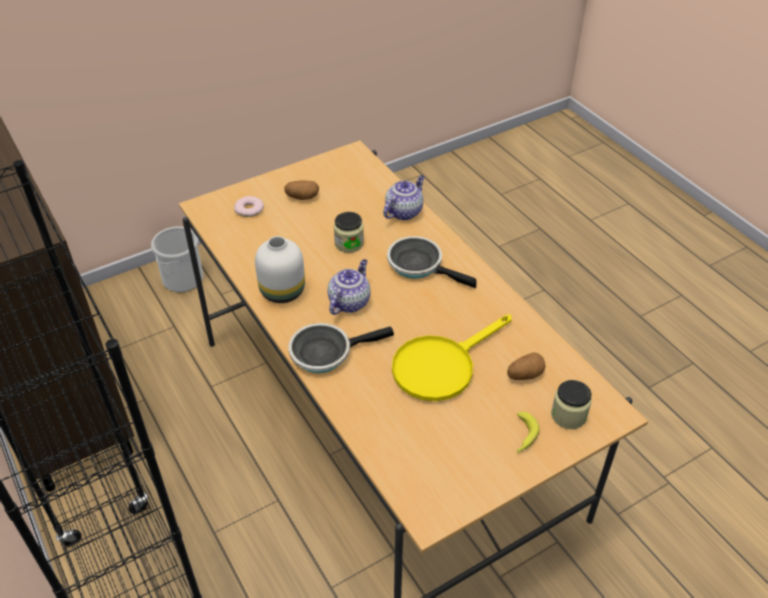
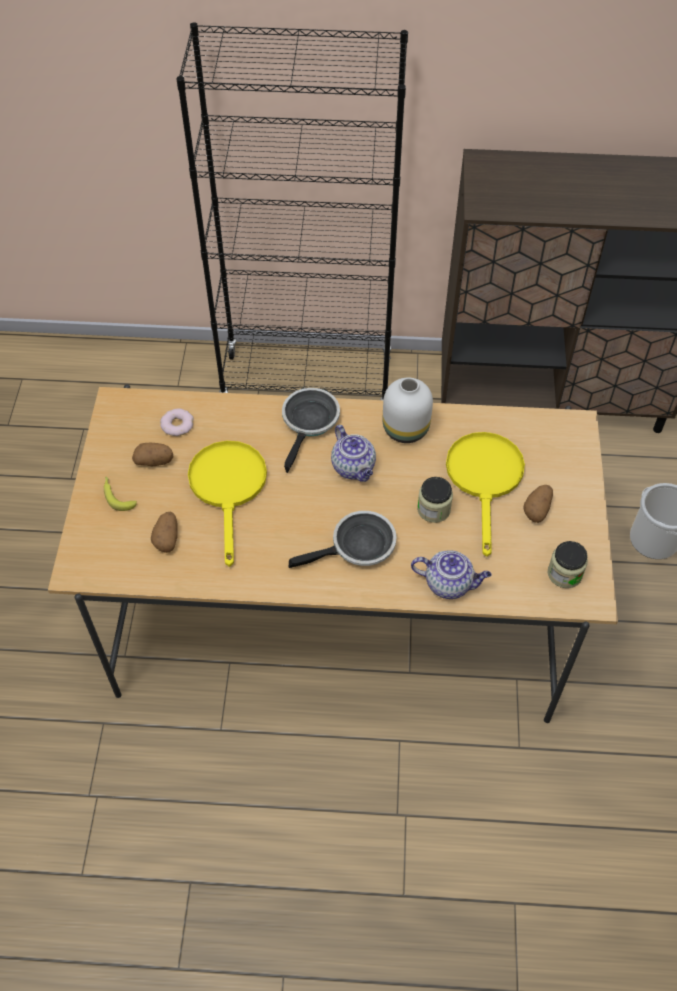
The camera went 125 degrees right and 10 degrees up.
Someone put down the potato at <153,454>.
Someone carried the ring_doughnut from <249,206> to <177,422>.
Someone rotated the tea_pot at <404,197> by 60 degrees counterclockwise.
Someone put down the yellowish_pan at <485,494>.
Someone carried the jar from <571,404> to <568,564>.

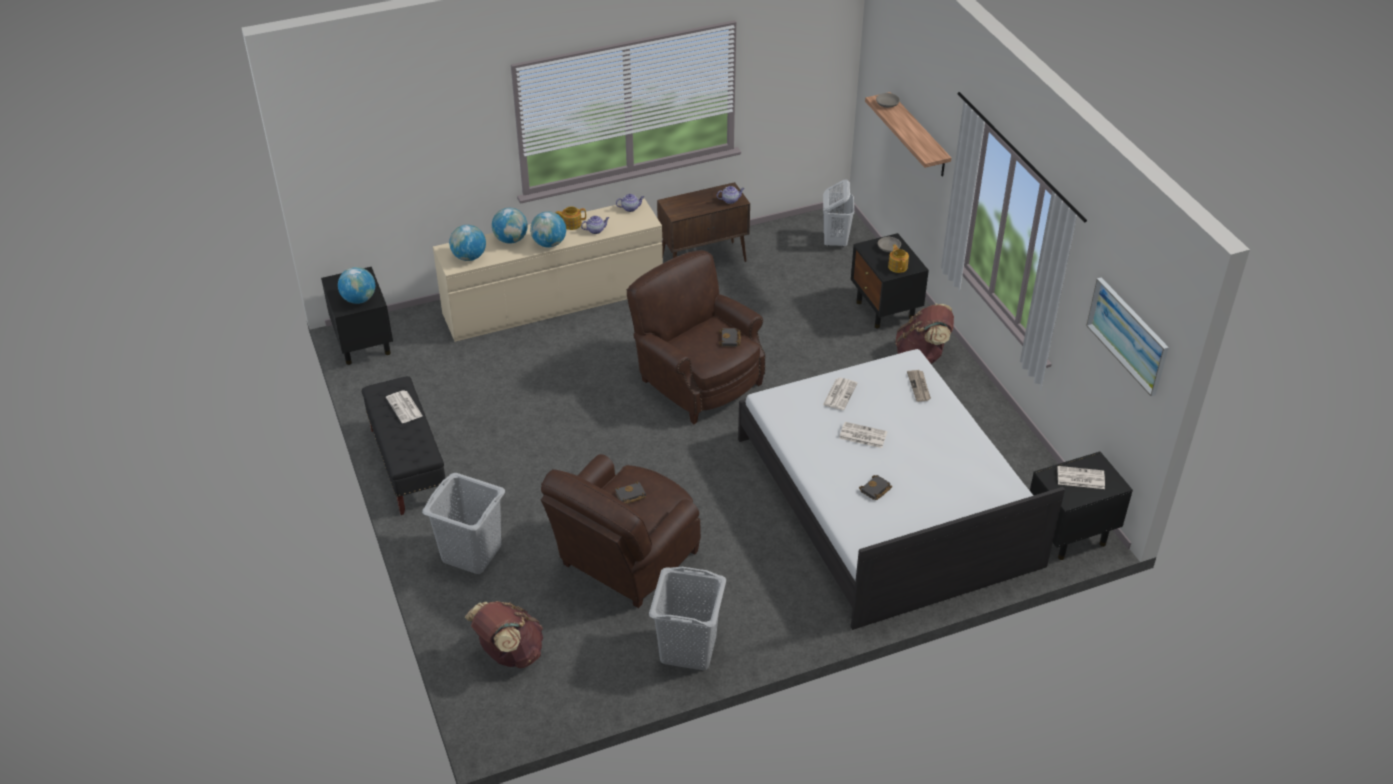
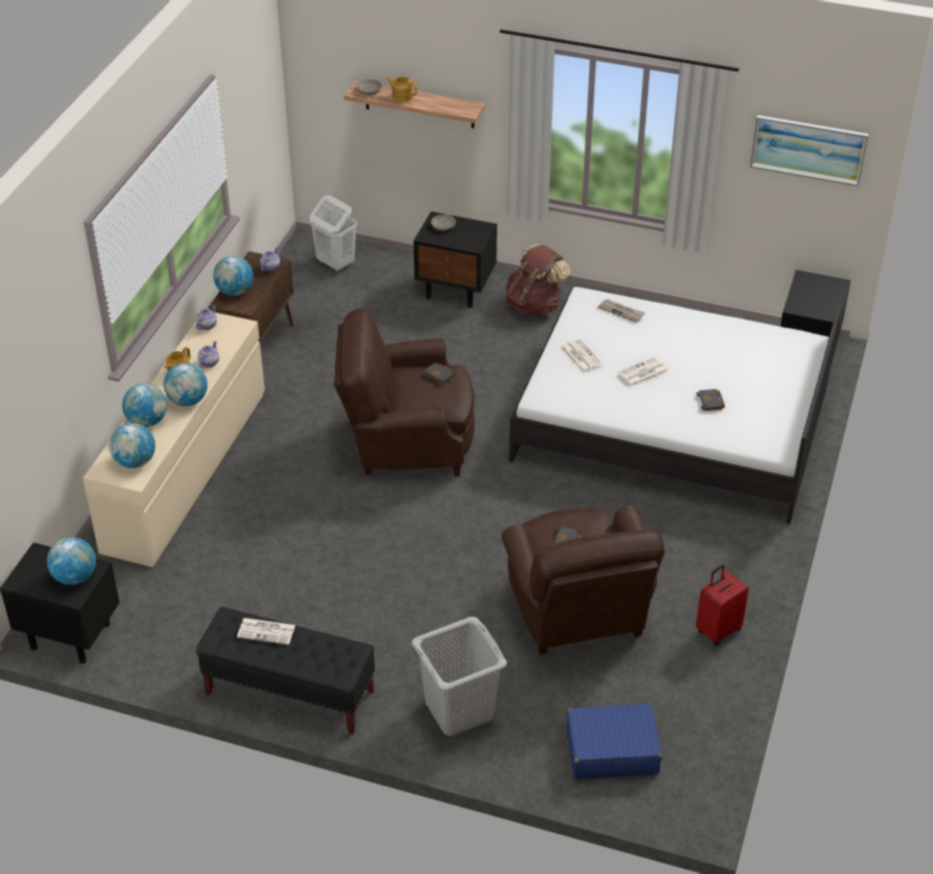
The camera went 50 degrees left and 0 degrees up.
Someone put down the world_globe at <233,276>.
Someone carried the tea_pot from <898,259> to <402,89>.
Someone swapped the brown-coloured_backpack at <504,634> for the blue_travel_case at <614,741>.
Someone swapped the grey_hamper at <687,618> for the reddish_travel_case at <722,605>.
Someone took away the printed_paper at <1081,477>.

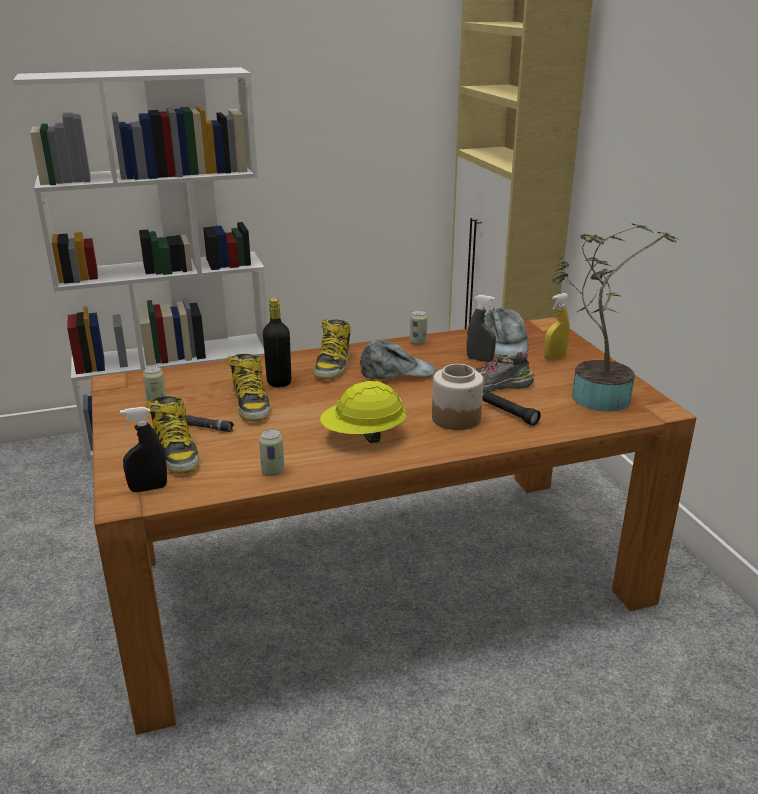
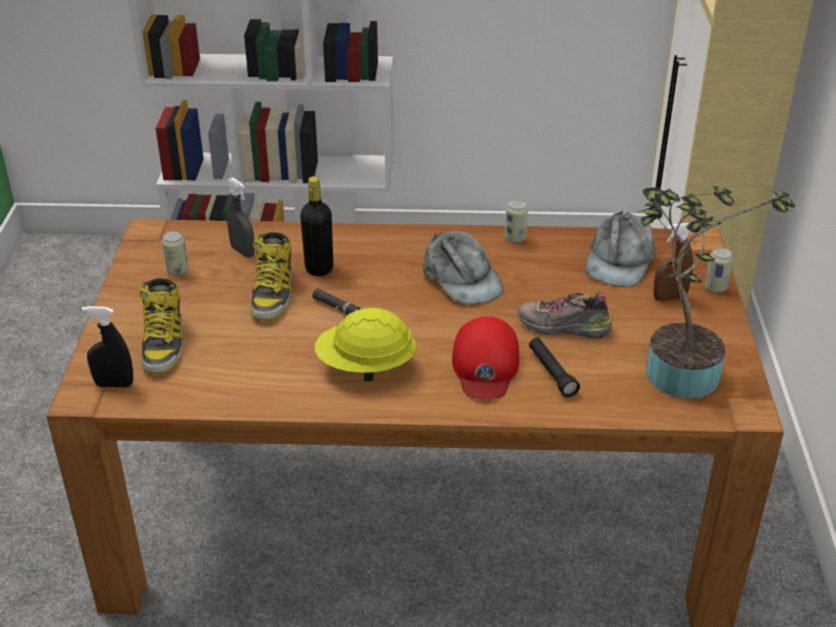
The camera went 20 degrees right and 10 degrees up.
Someone carried the grey_hand_sprayer from <481,328> to <241,217>.
Someone carried the blackish_flashlight from <210,423> to <336,301>.
Someone rotated the grey_peaked_cap at <398,359> by 45 degrees clockwise.
Someone swapped the jar at <457,397> for the reddish_peaked_cap at <485,358>.
Someone repainted the yellowish_hand_sprayer at <557,326>, which became the brown-coloured_hand_sprayer at <673,262>.
Someone carried the sealed_can from <272,452> to <718,270>.
Someone took away the high-top_boot at <332,349>.

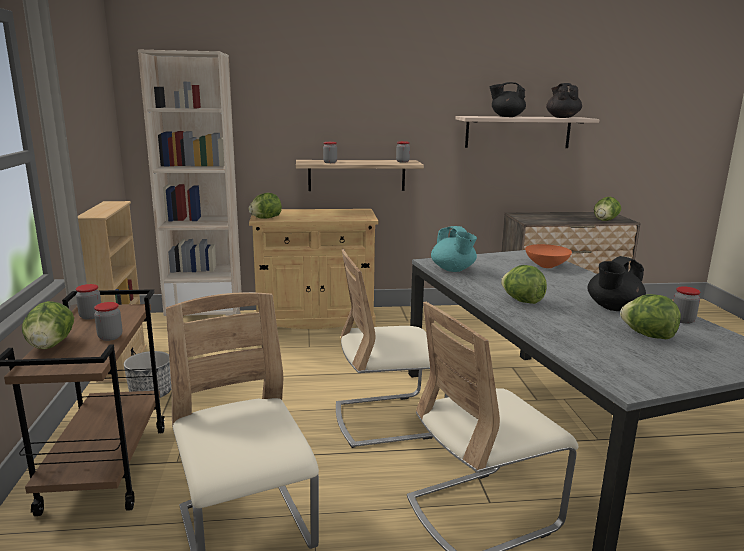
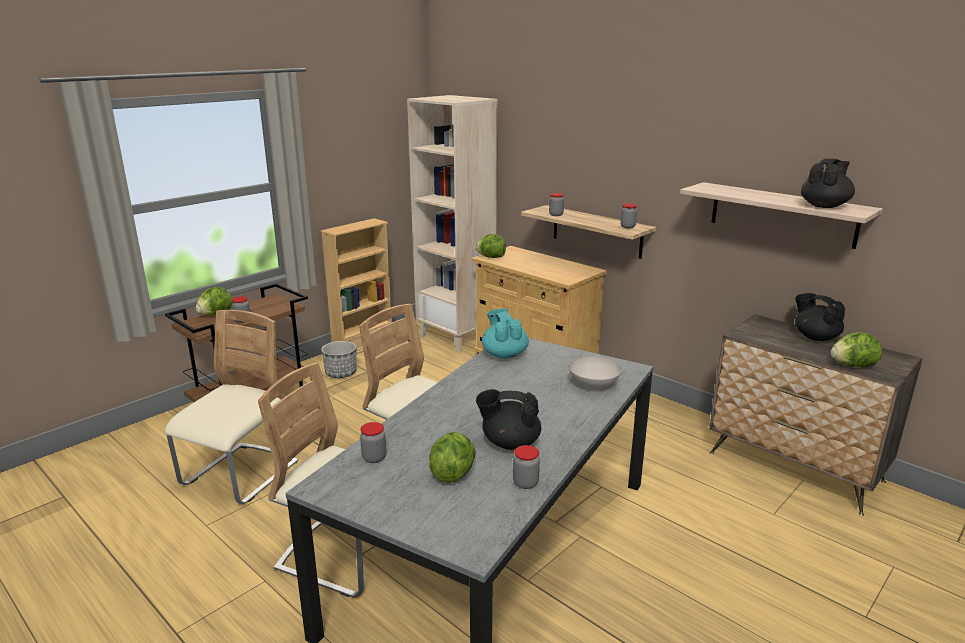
The camera went 50 degrees right and 5 degrees up.
Someone carried the jar from <88,302> to <373,442>.
Someone rotated the turquoise-coloured_tea_pot at <454,249> by 135 degrees clockwise.
Someone repainted the orange-coloured_serving_bowl at <548,256>, which became the white-coloured_serving_bowl at <595,372>.
Someone carried the blackish_tea_pot from <508,99> to <820,317>.
Someone took away the head_of_lettuce at <524,284>.

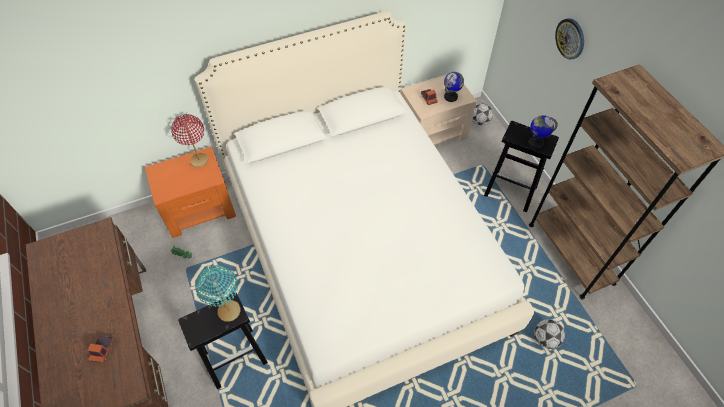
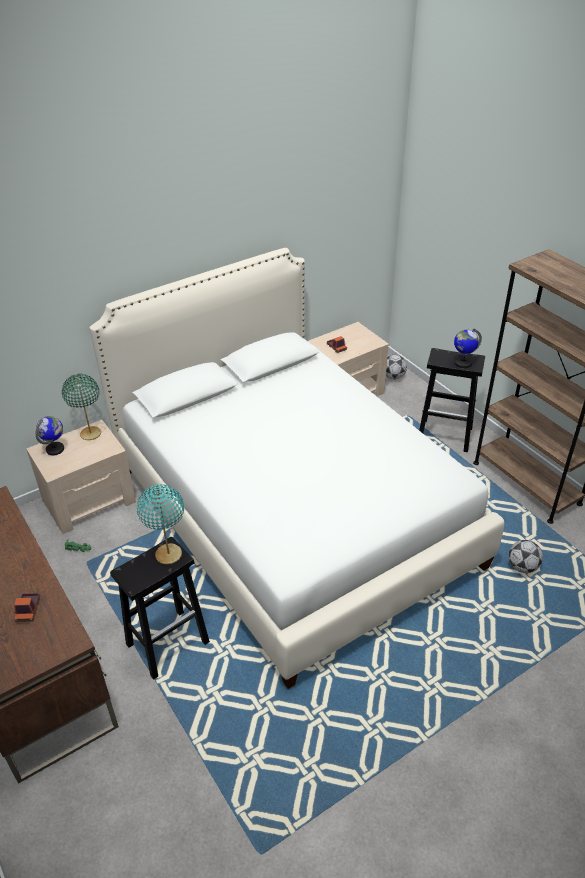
The camera went 10 degrees left and 15 degrees down.
Someone repainted the orange-coloured_nightstand at <190,192>, which became the beige-coloured_nightstand at <81,477>.
Someone carried the world_globe from <454,87> to <49,435>.
Someone repainted the reddish_tabletop_lamp at <189,140>, which became the green_tabletop_lamp at <81,407>.
Someone took away the wall_clock at <569,38>.

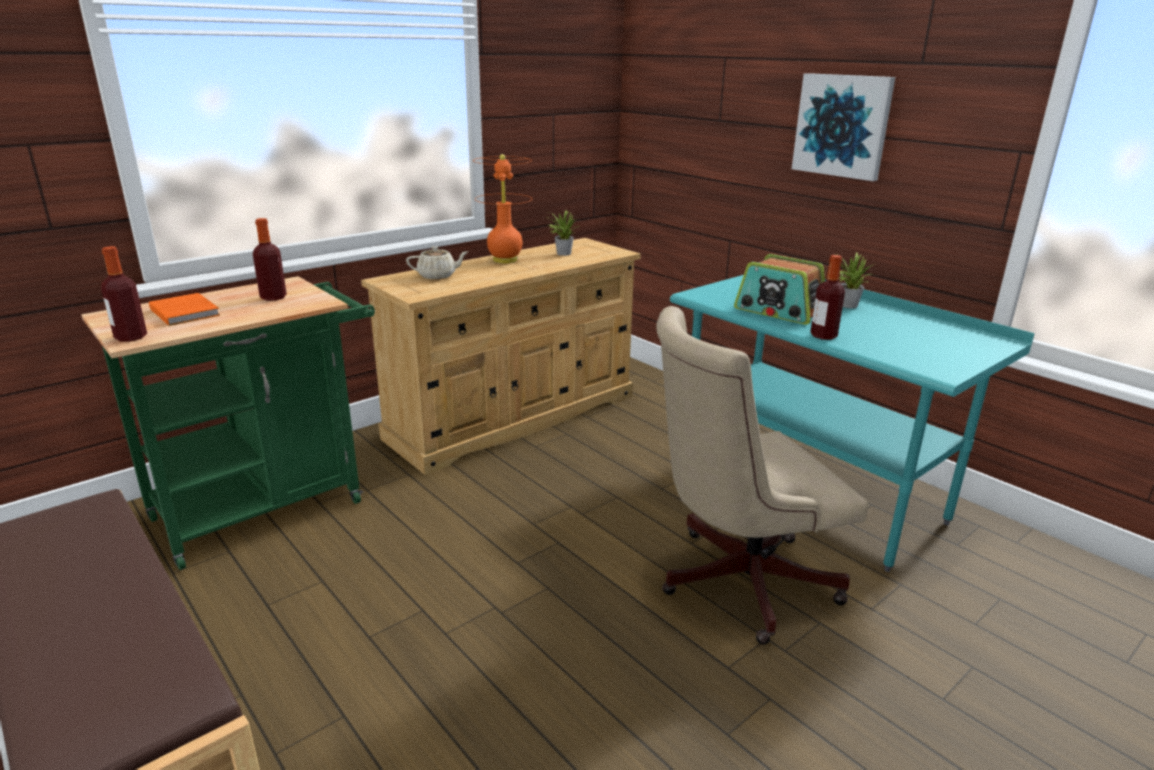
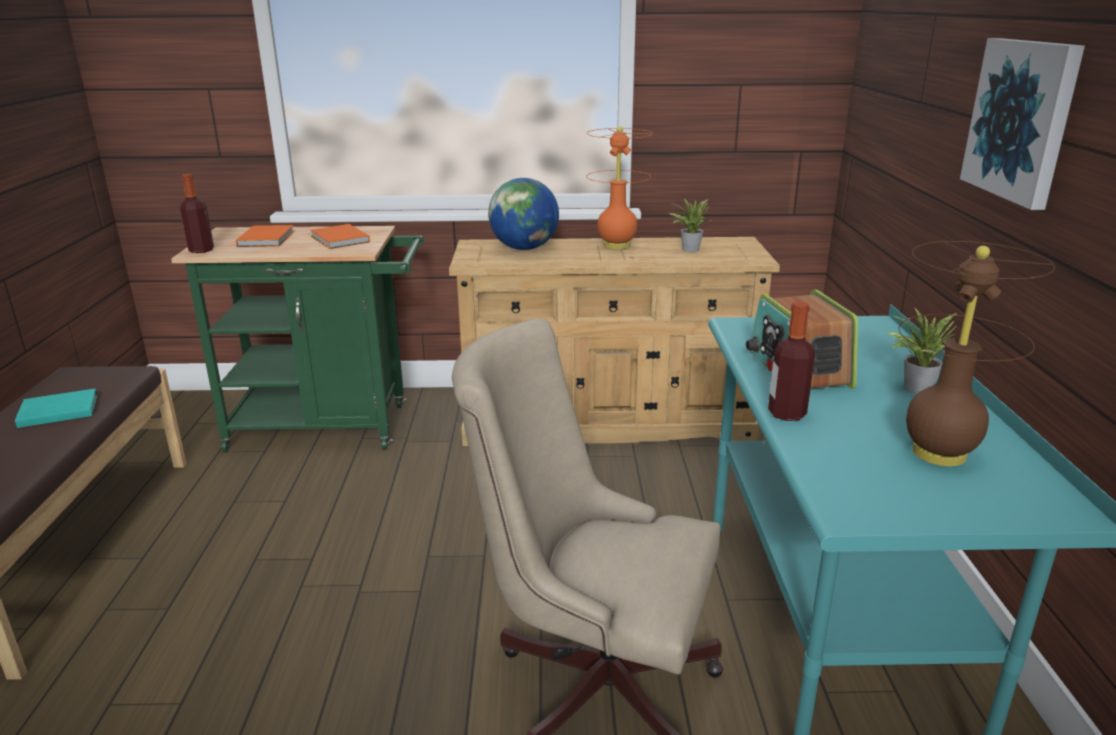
The camera went 40 degrees right and 0 degrees up.
Someone put down the turquoise-coloured_book at <56,408>.
Someone swapped the bottle at <270,259> for the orange-coloured_book at <340,236>.
Someone swapped the beige-coloured_tea_pot at <437,262> for the world_globe at <523,214>.
Someone put down the brown-coloured_tabletop_lamp at <977,353>.

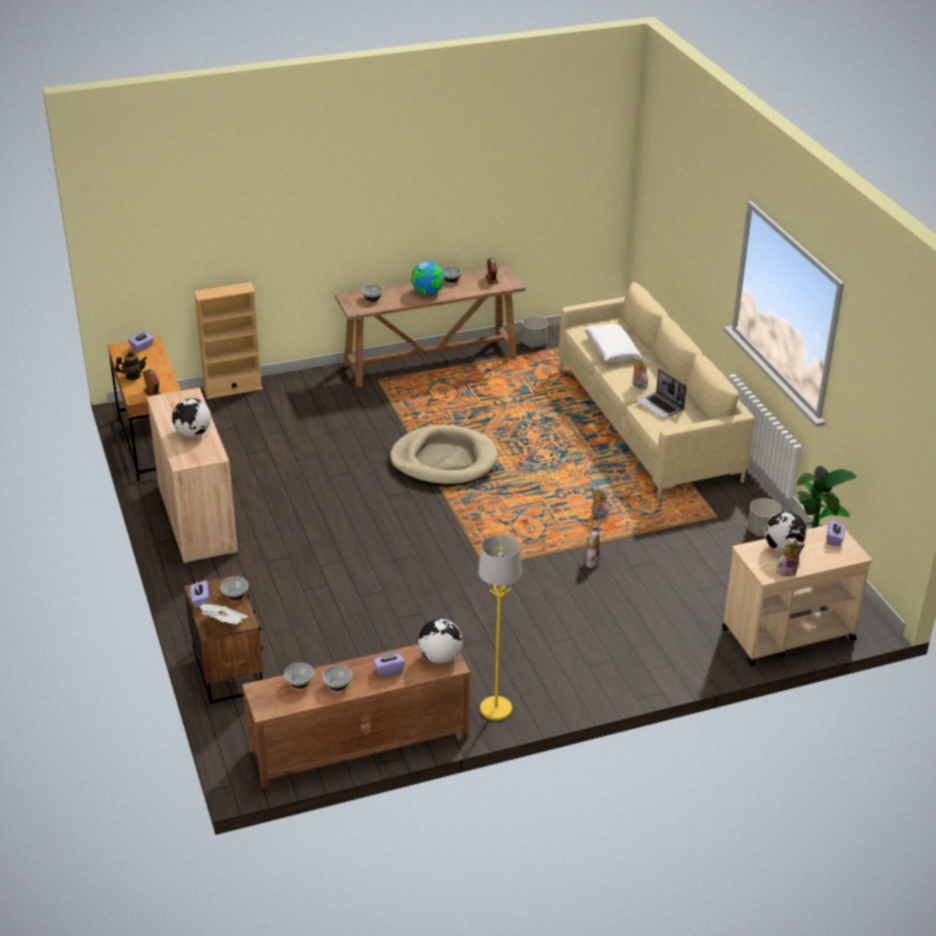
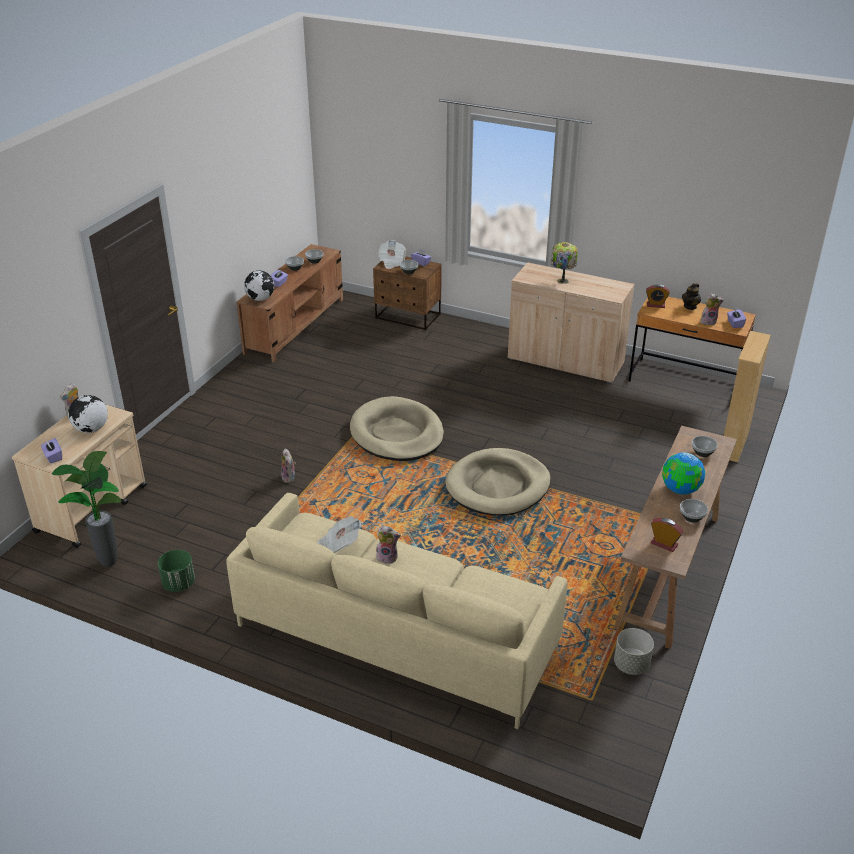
The camera went 135 degrees right and 0 degrees up.
Someone repainted the grey_plant_pot at <765,517>, which became the green_plant_pot at <176,571>.
Someone swapped the laptop at <661,394> for the printed_paper at <339,534>.
Someone put down the beige-coloured_dog_bed at <397,428>.
Someone swapped the world_globe at <191,417> for the tabletop_lamp at <564,263>.
Someone carried the plush_toy from <600,502> to <712,309>.
Someone took away the yellowish_floor_lamp at <500,627>.
Someone took away the white-coloured_throw_pillow at <612,343>.

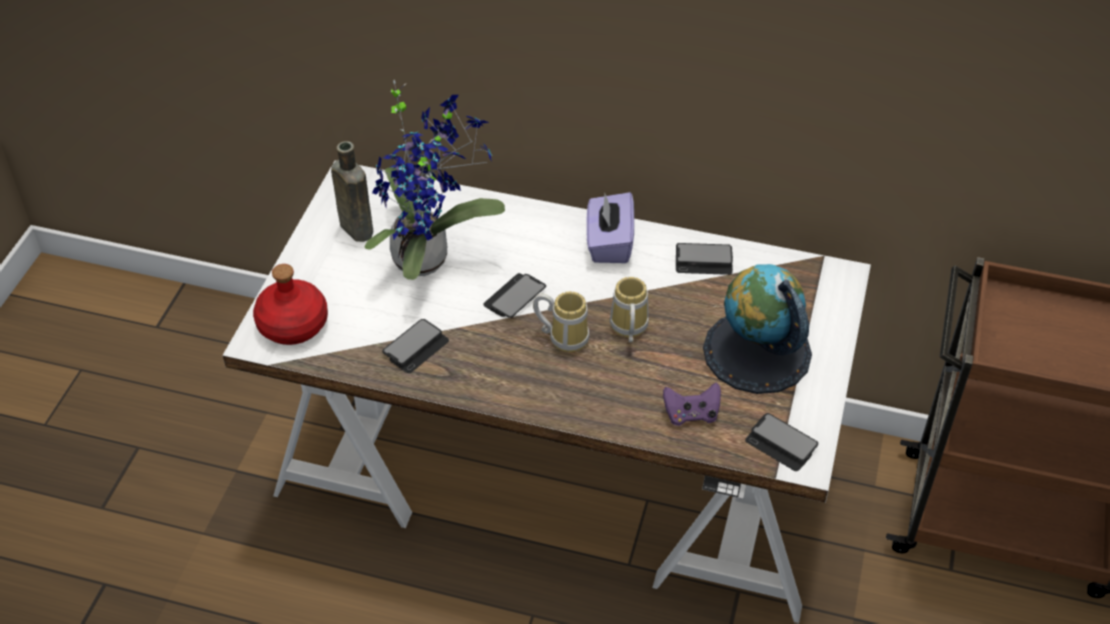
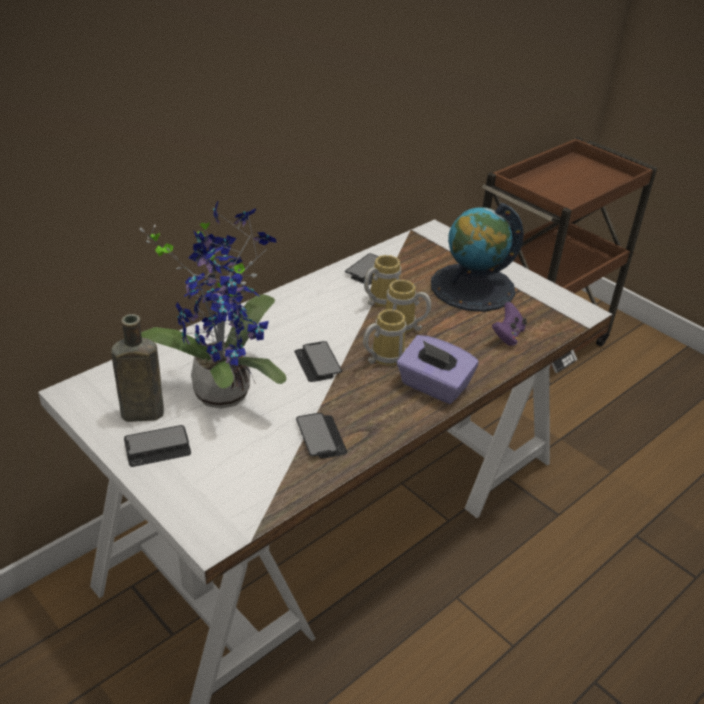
The camera went 60 degrees left and 10 degrees down.
Someone carried the telephone from <781,442> to <157,446>.
Someone put down the tea_mug at <382,281>.
Someone carried the purple-coloured_box_of_tissues from <610,227> to <438,369>.
Someone took away the reddish_bottle at <290,304>.

